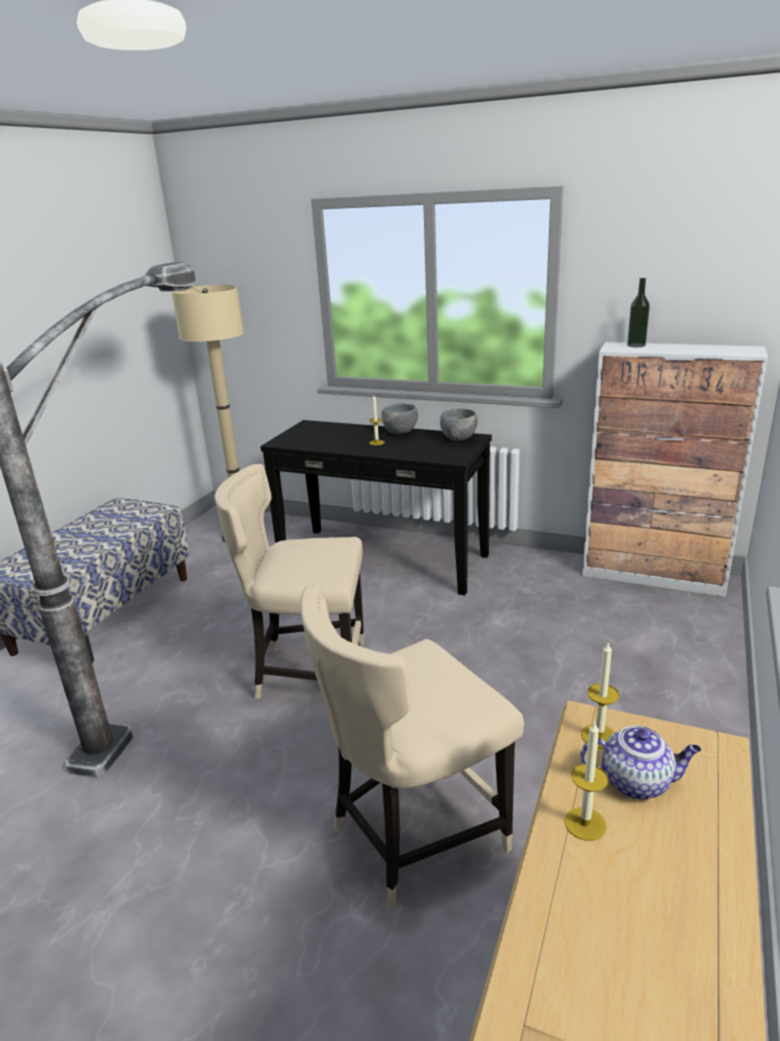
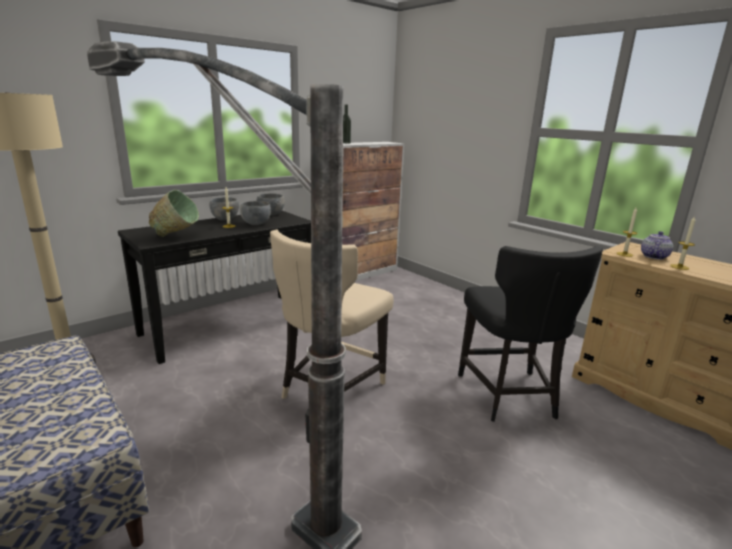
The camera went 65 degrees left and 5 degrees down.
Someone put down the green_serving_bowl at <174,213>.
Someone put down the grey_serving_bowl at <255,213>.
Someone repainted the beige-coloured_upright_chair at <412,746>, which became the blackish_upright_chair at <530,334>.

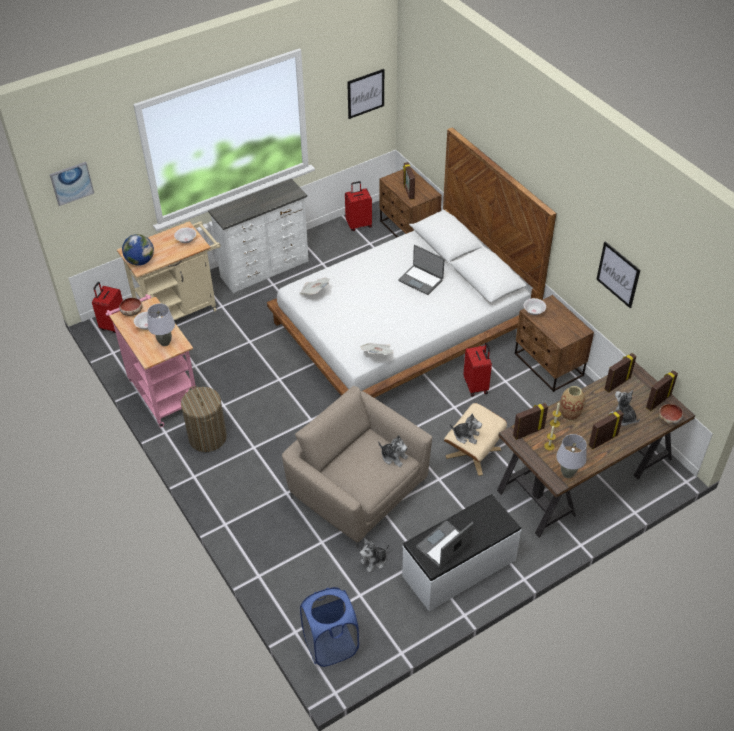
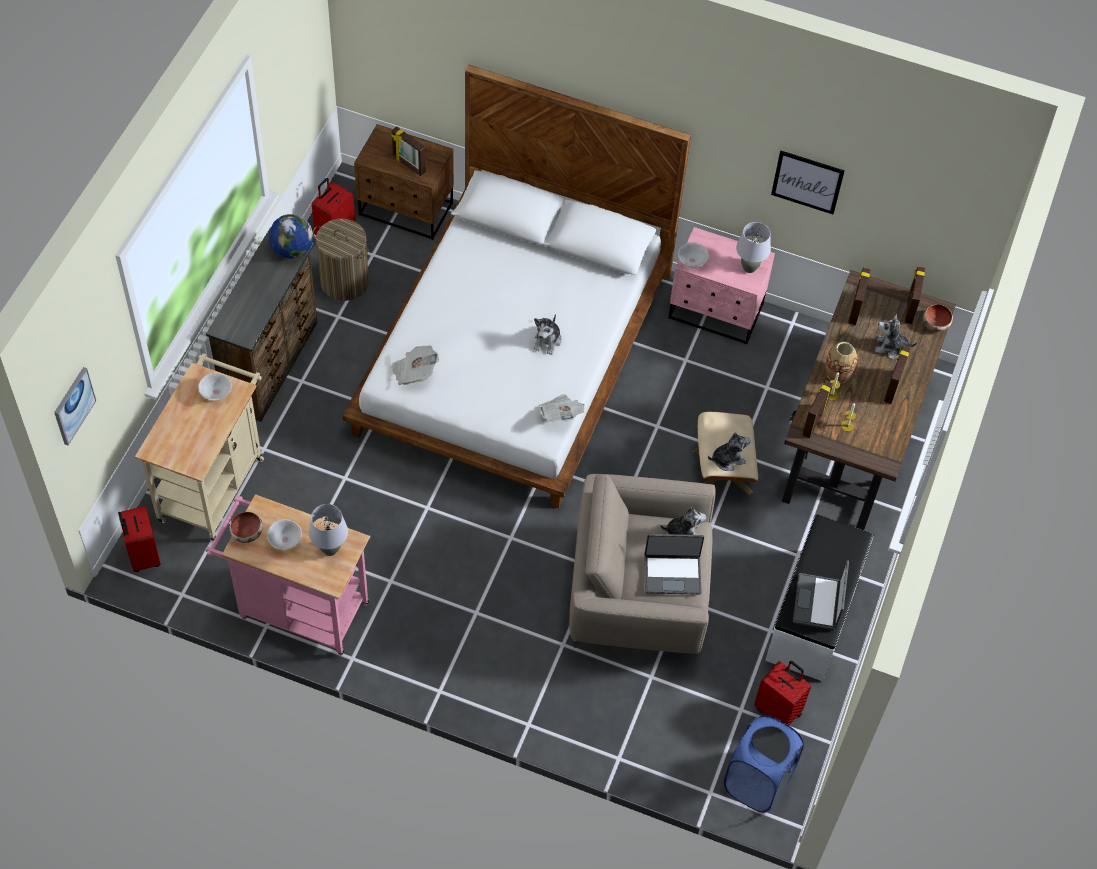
The camera went 40 degrees left and 10 degrees up.
Someone repainted the white-coloured_drawer_chest at <258,236>, which became the brown-coloured_drawer_chest at <262,325>.
Someone carried the world_globe from <138,250> to <291,236>.
Someone carried the hamper from <204,419> to <341,259>.
Someone carried the plush_toy from <374,555> to <548,334>.
Someone carried the laptop from <421,270> to <674,564>.
Someone repainted the brown-coloured_nightstand at <554,343>, which became the pink_nightstand at <722,285>.
Someone carried the grey_tabletop_lamp from <571,456> to <753,247>.
Someone carried the reddish_travel_case from <477,369> to <782,693>.
Someone took away the wall_picture at <365,94>.

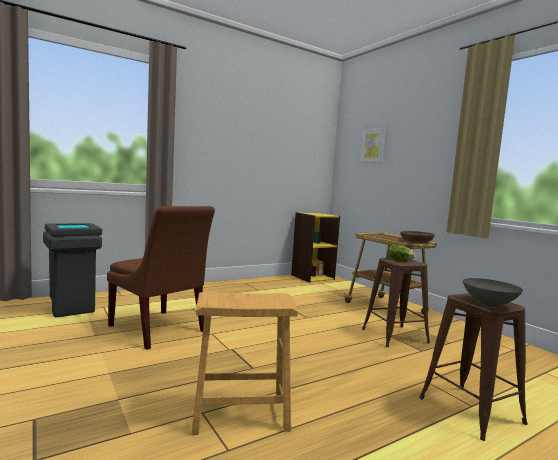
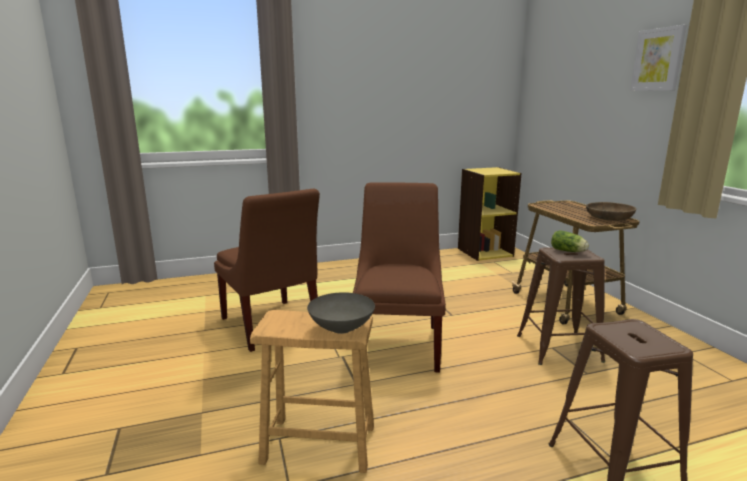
The camera went 15 degrees right and 10 degrees up.
Someone carried the grey_serving_bowl from <493,292> to <341,313>.
Someone put down the brown-coloured_upright_chair at <399,277>.
Someone carried the wall_picture from <373,145> to <658,58>.
Someone took away the grey_waste_bin at <72,270>.

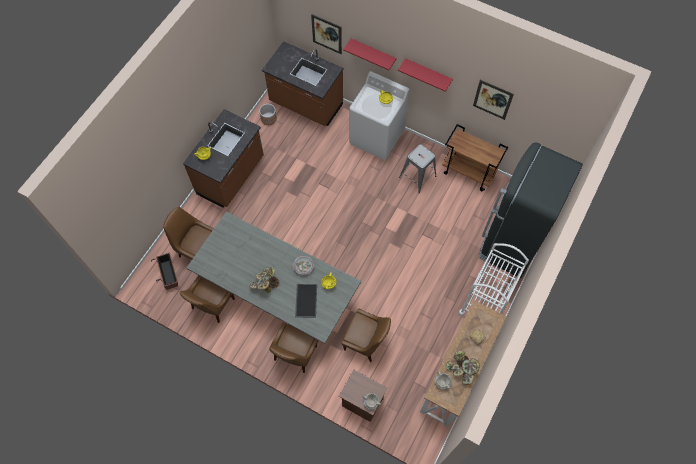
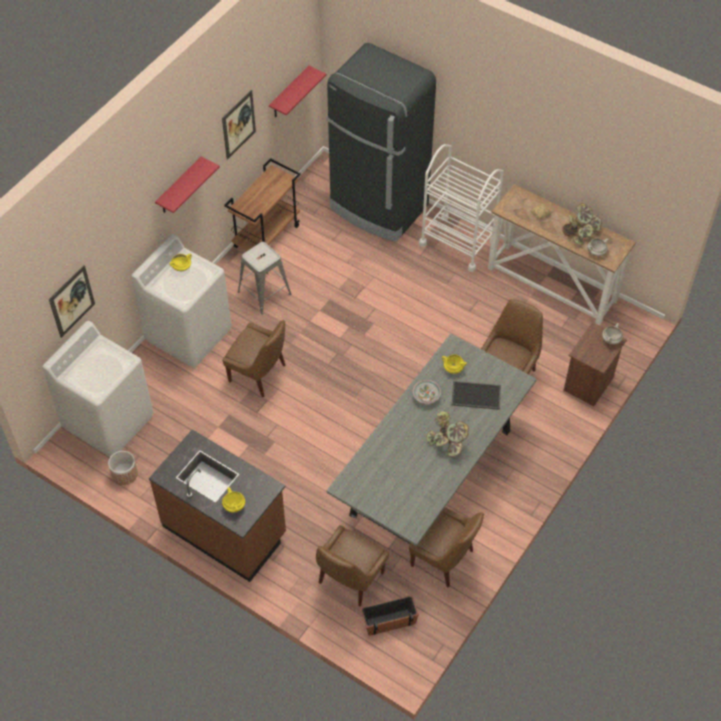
The camera went 85 degrees left and 10 degrees down.
Someone swapped the brown-coloured_kitchen_base_unit at <302,83> for the white-coloured_laundry_appliance at <97,389>.
Someone carried the brown-coloured_upright_chair from <293,348> to <254,358>.
Someone carried the reddish_shelf from <370,54> to <297,91>.

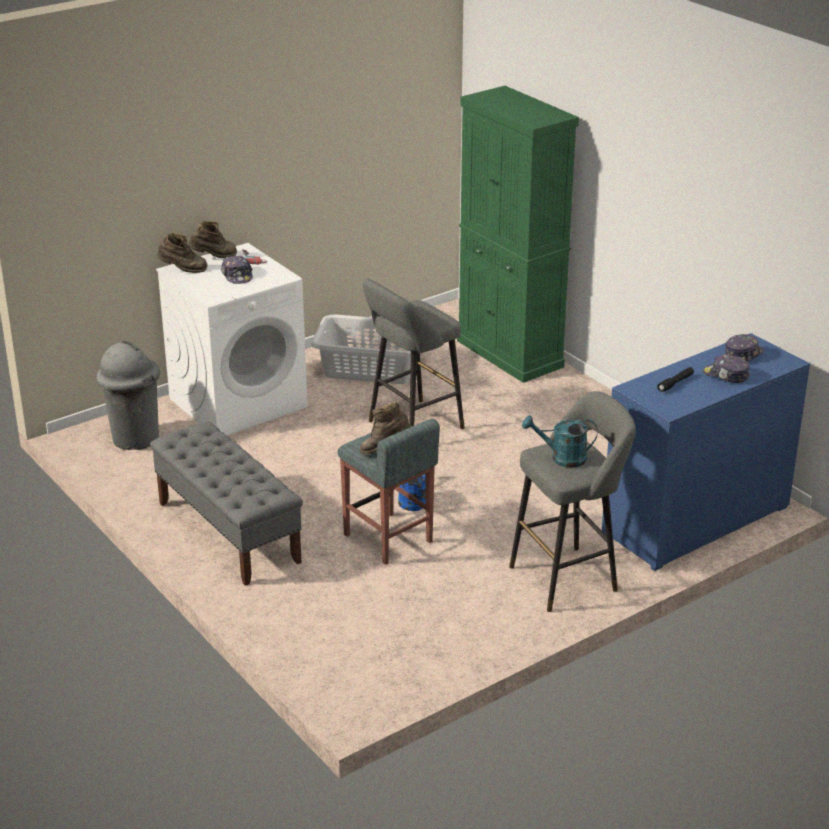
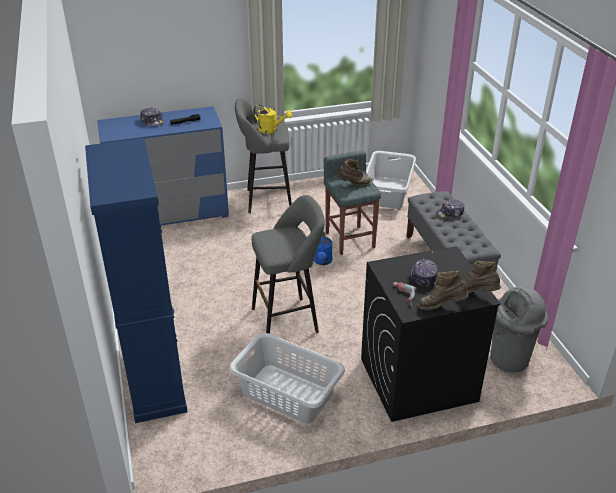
The camera went 160 degrees left and 5 degrees up.
Someone repainted the green_cabinet at <518,234>, which became the blue_cabinet at <136,280>.
Someone repainted the turquoise-coloured_watering_pot at <560,441>, which became the yellowish_watering_pot at <273,119>.
Someone repainted the white-coloured_laundry_appliance at <232,339>, which became the blackish_laundry_appliance at <431,334>.
Someone put down the grey_hamper at <391,180>.
Someone carried the peaked_cap from <744,347> to <450,209>.

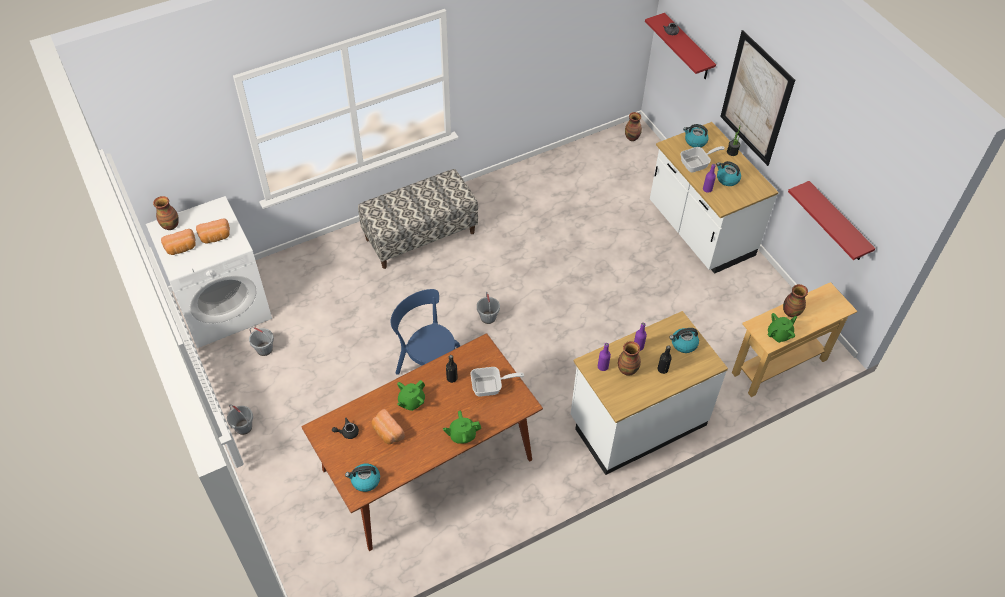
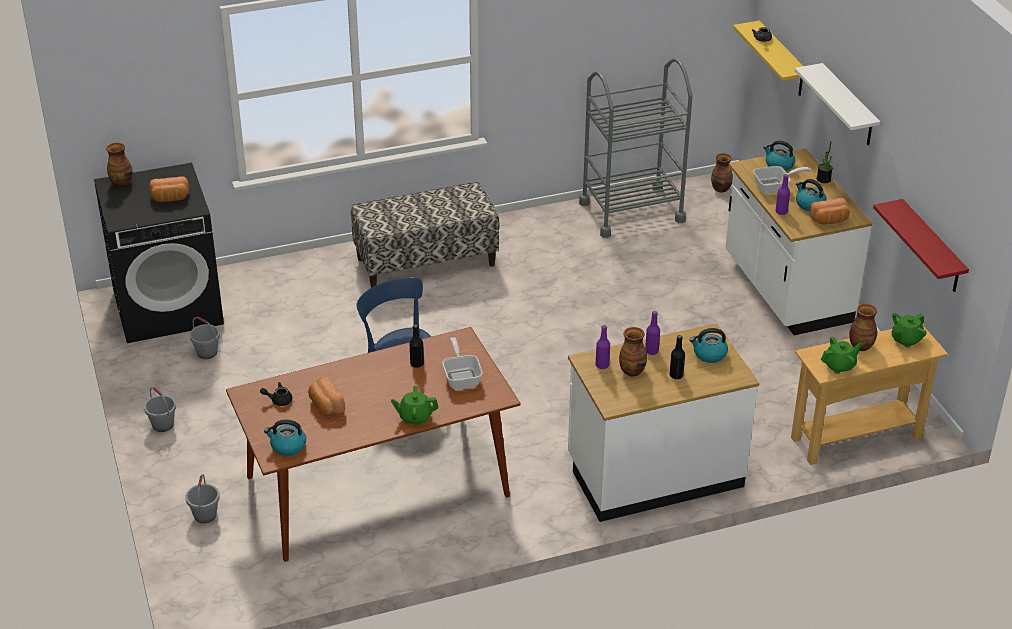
The camera went 10 degrees right and 15 degrees down.
Someone repainted the white-coloured_laundry_appliance at <209,272>, which became the blackish_laundry_appliance at <159,253>.
Someone carried the grey_water_bucket from <488,308> to <203,498>.
Someone rotated the pan at <497,382> by 105 degrees counterclockwise.
Someone put down the grey_trolley at <636,148>.
Someone repainted the reddish_shelf at <680,46>, which became the yellowish_shelf at <768,58>.
Someone swapped the wall_picture at <757,98> for the white-coloured_shelf at <837,104>.
Someone carried the baked_bread from <178,242> to <829,211>.
Someone carried the green_tea_pot from <411,395> to <909,330>.

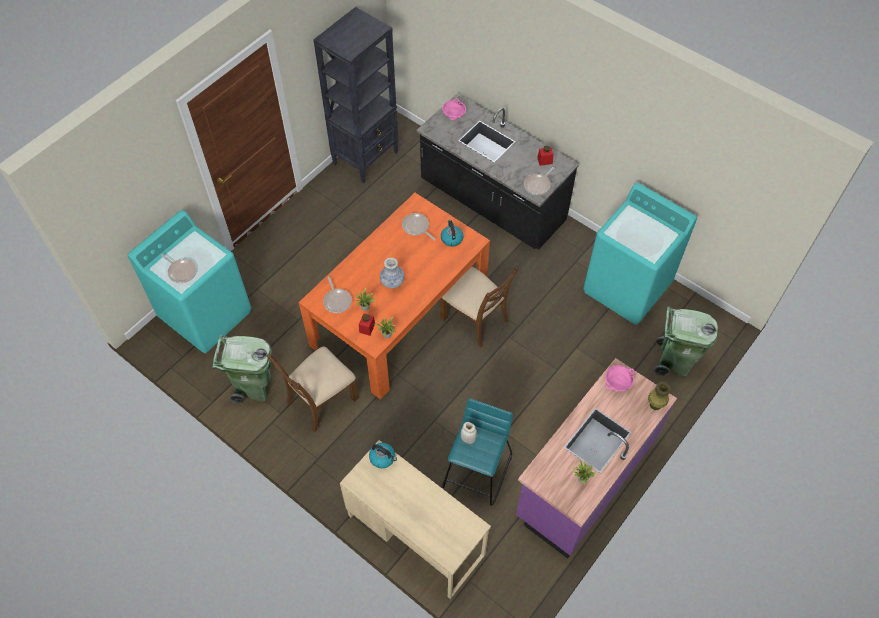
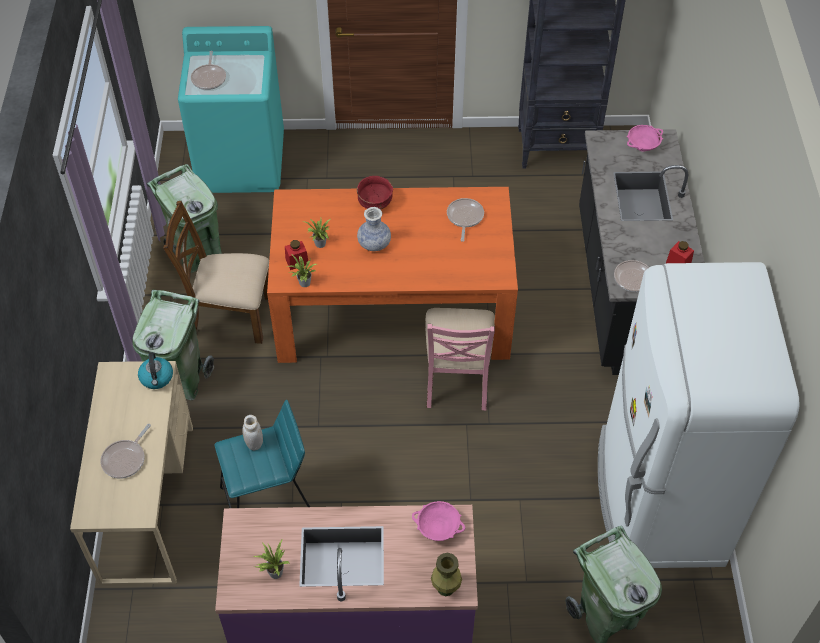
The camera went 50 degrees right and 5 degrees down.
Someone carried the pan from <337,295> to <125,451>.
Someone put down the green_waste_bin at <173,345>.
Someone put down the reddish_serving_bowl at <375,193>.
Someone repainted the brown-coloured_upright_chair at <479,307>, which became the pink_upright_chair at <460,359>.
Someone swapped the turquoise-coloured_laundry_appliance at <640,254> for the white-coloured_fridge at <699,415>.
Someone took away the kettle at <452,233>.

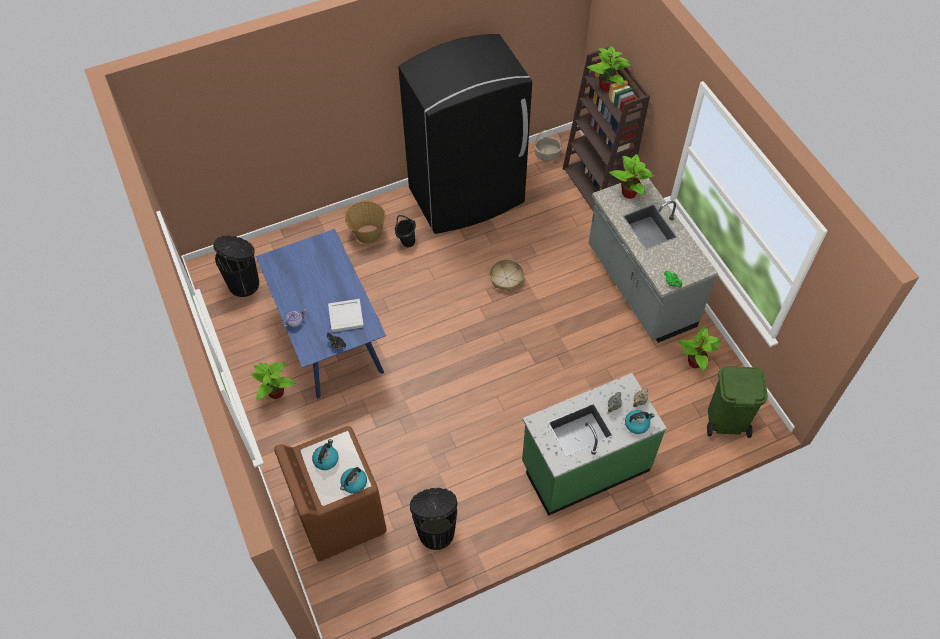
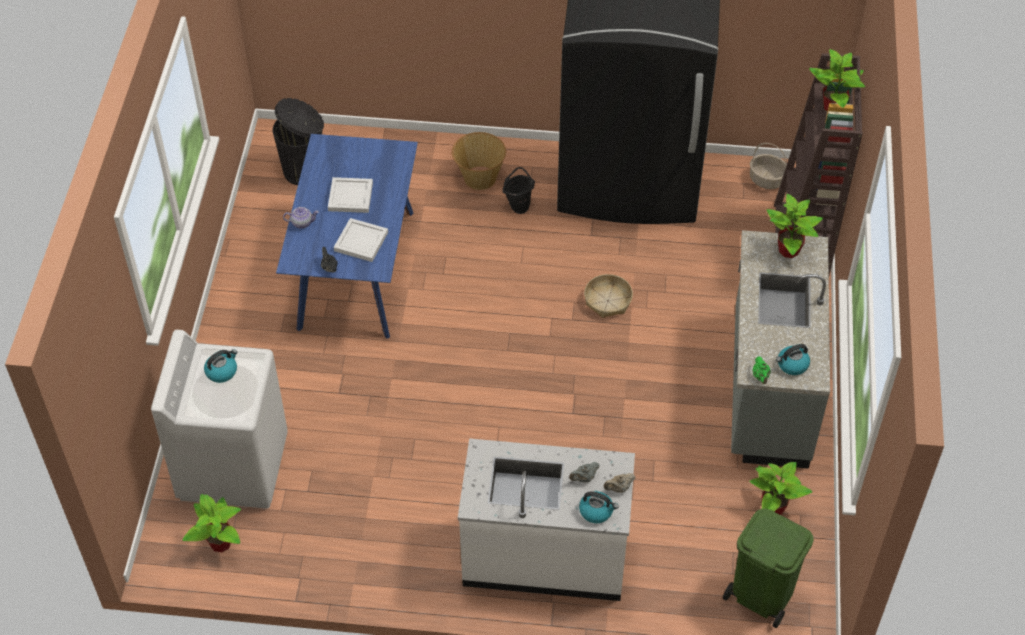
The camera went 30 degrees right and 5 degrees down.
Someone repainted the brown-coloured_laundry_appliance at <330,494>, which became the white-coloured_laundry_appliance at <219,419>.
Someone carried the houseplant from <273,381> to <211,523>.
Someone put down the white-coloured_carrying_tray at <350,195>.
Someone repainted the green_kitchen_base_unit at <594,444>, which became the white-coloured_kitchen_base_unit at <546,519>.
Someone carried the kettle from <353,480> to <793,359>.
Someone took away the blackish_waste_bin at <434,519>.

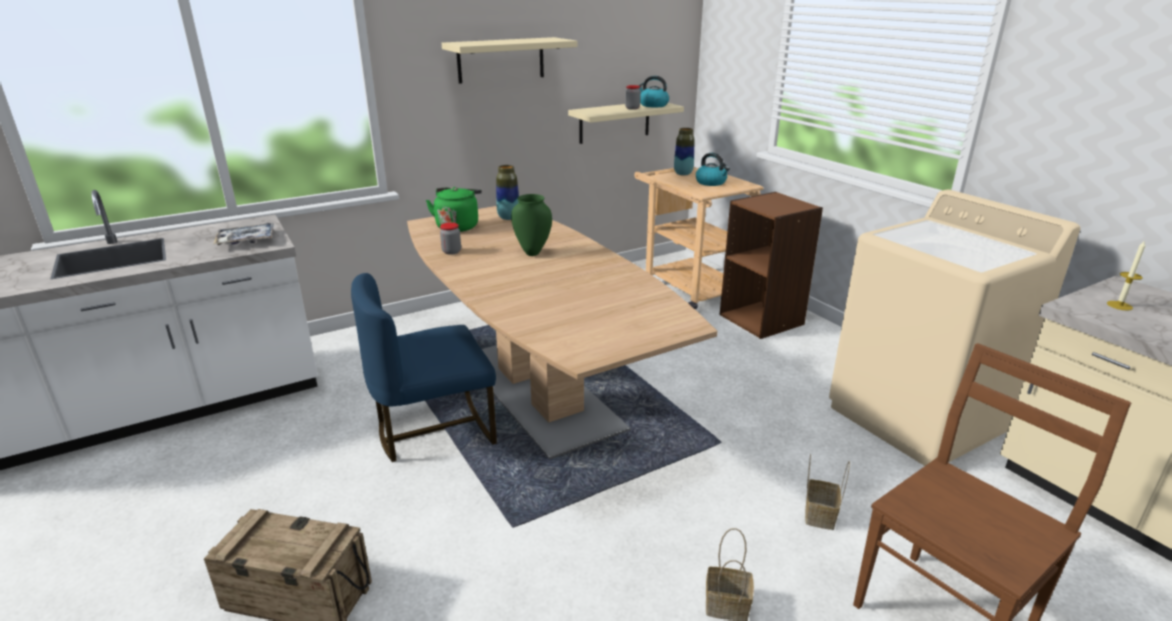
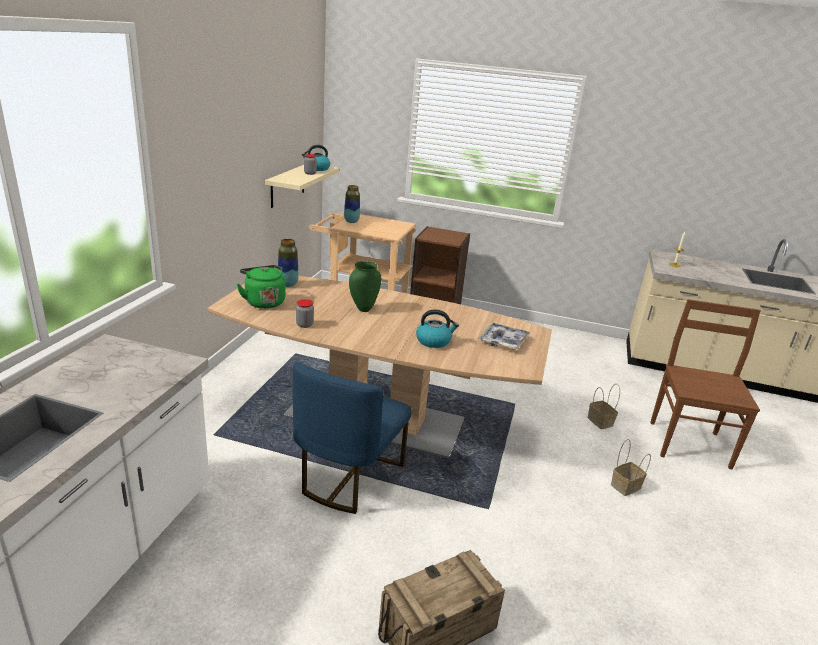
The camera went 45 degrees left and 0 degrees up.
Someone carried the kettle from <713,169> to <437,328>.
Someone carried the carrying_tray from <243,234> to <504,336>.
Someone took away the beige-coloured_shelf at <510,60>.
Someone took away the beige-coloured_laundry_appliance at <955,328>.

